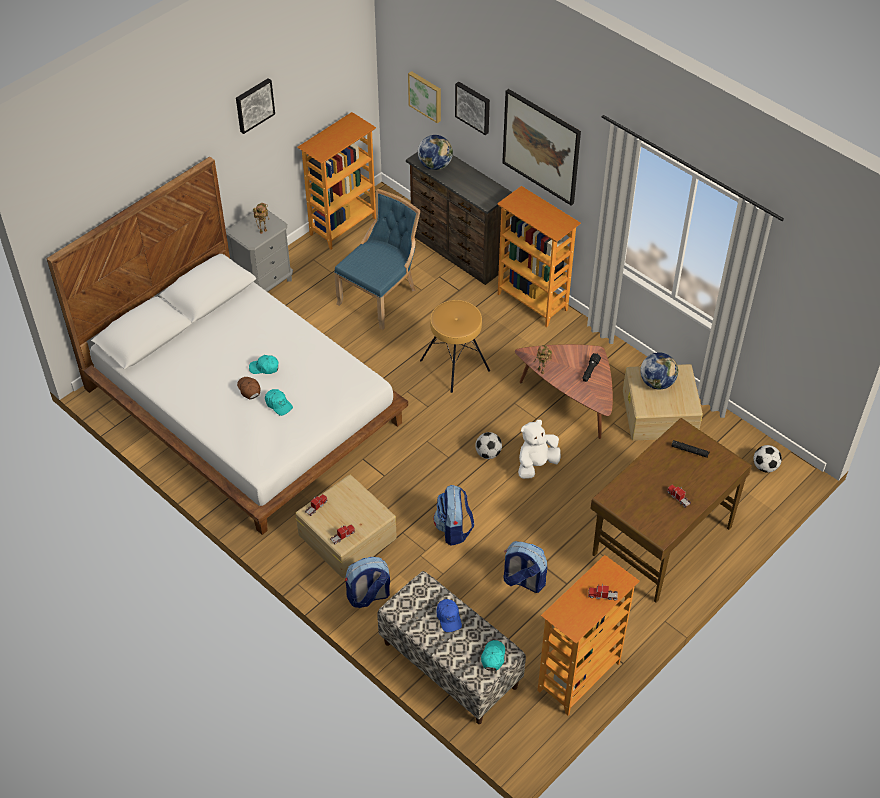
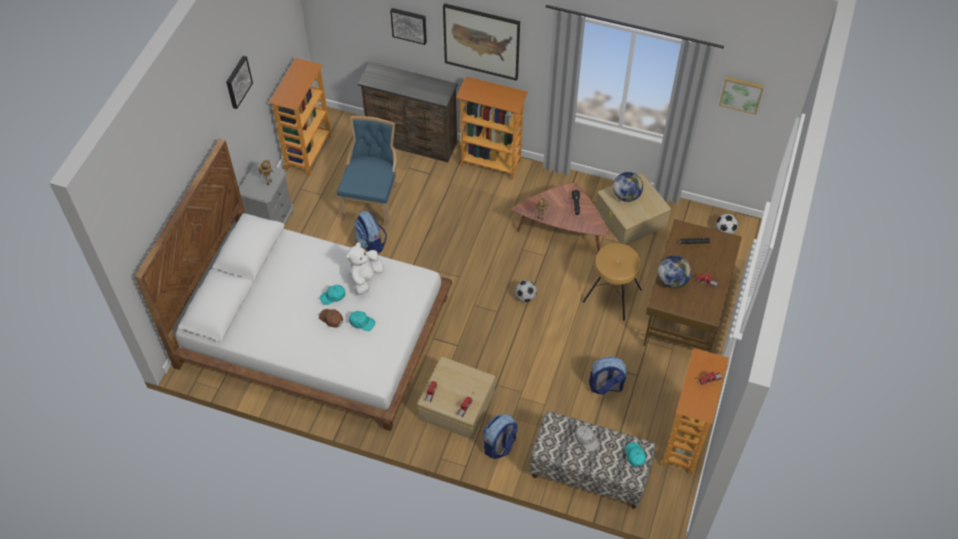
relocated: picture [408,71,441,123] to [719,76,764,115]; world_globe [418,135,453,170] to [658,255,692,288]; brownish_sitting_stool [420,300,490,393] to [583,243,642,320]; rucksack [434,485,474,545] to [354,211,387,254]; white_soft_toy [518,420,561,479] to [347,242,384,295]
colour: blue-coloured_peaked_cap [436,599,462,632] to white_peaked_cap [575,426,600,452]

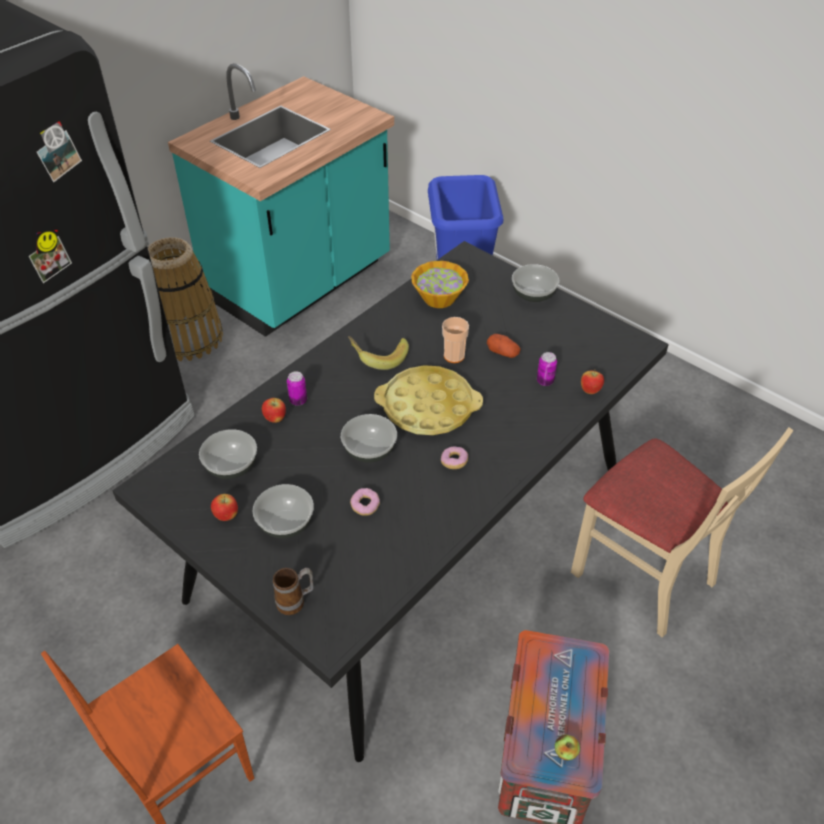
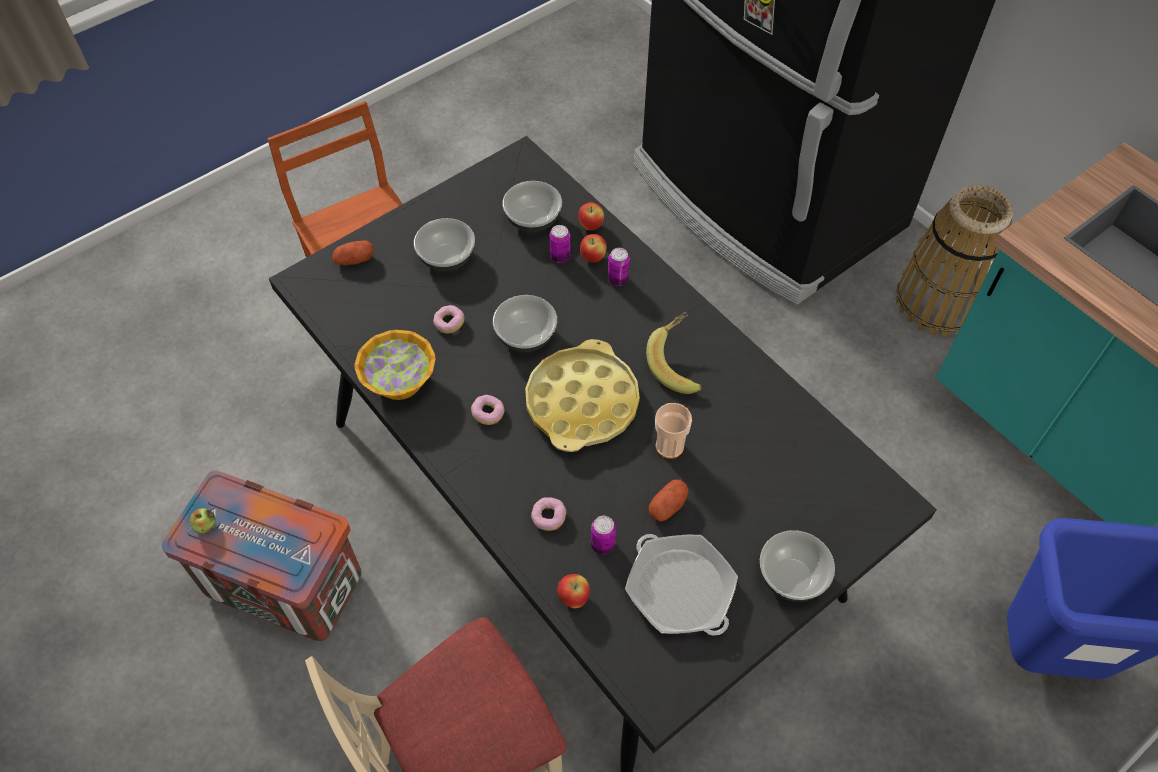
appeared: donut [531,497,566,531]; can [549,225,570,263]; frying_pan [625,534,738,636]
relocated: whole_apple [211,494,238,521] to [578,202,604,230]; deep_dish [411,261,469,308] to [355,330,435,400]
exchanged: mug [273,568,314,615] to potato [332,240,374,265]

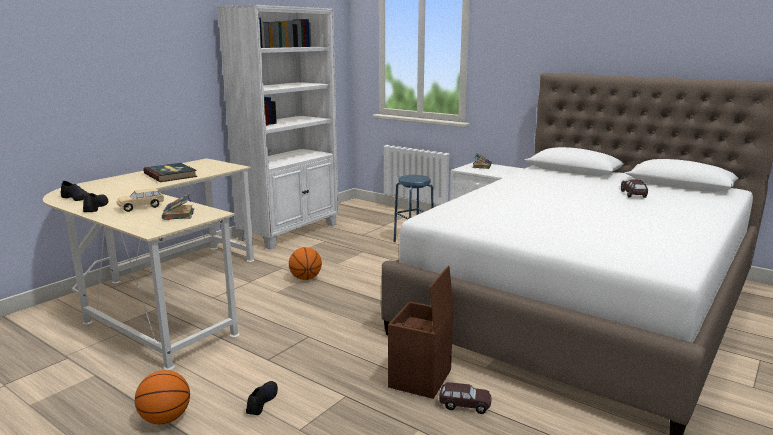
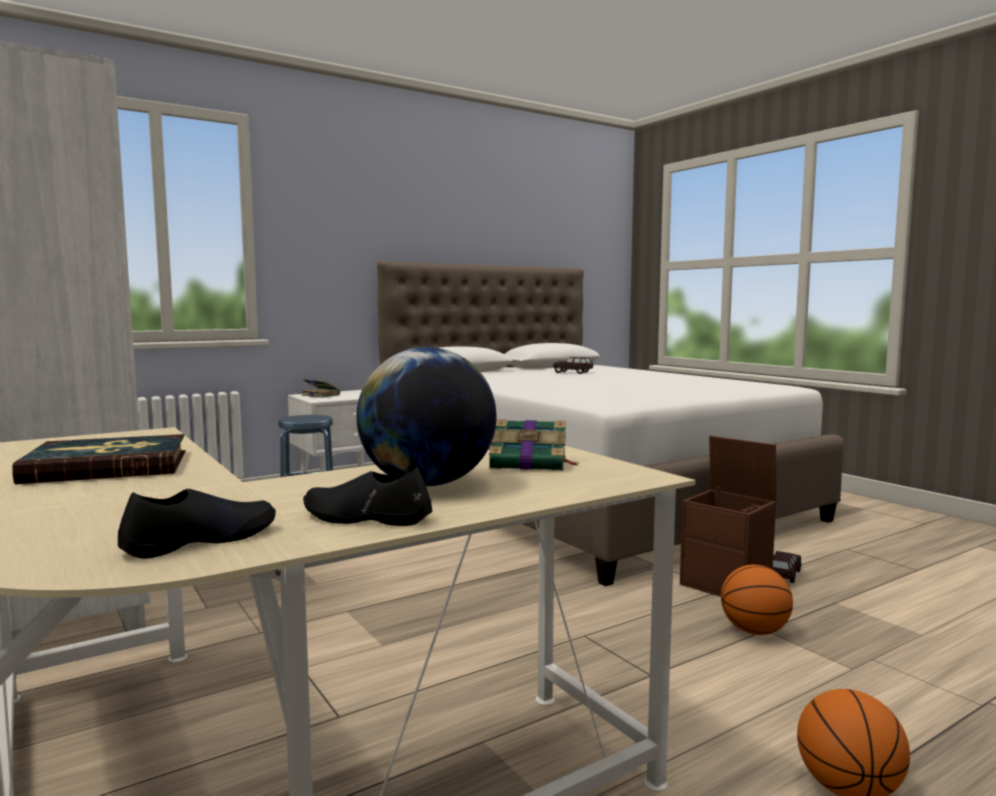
missing: black-coloured_item_of_footwear [246,381,278,415]
relocated: basketball [289,247,322,280] to [721,565,793,635]
exchanged: beige-coloured_toy_car [116,188,164,212] to world_globe [356,347,496,486]

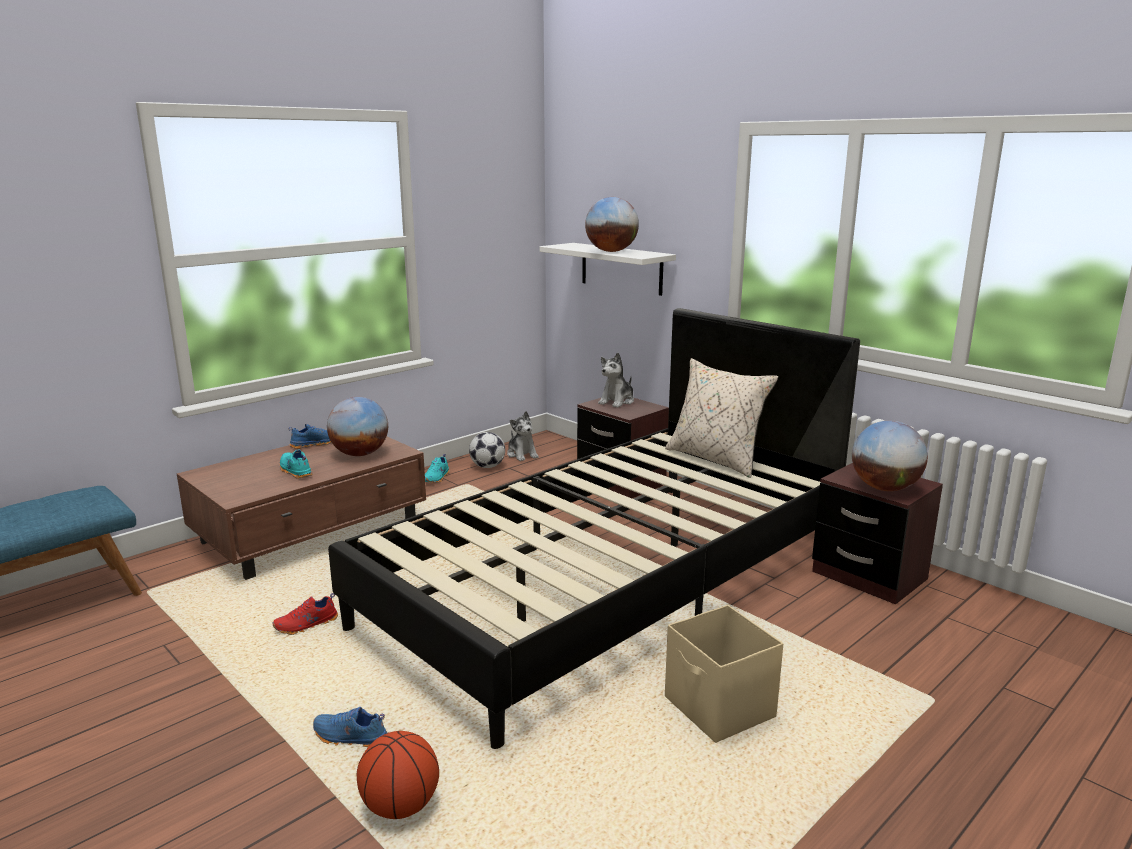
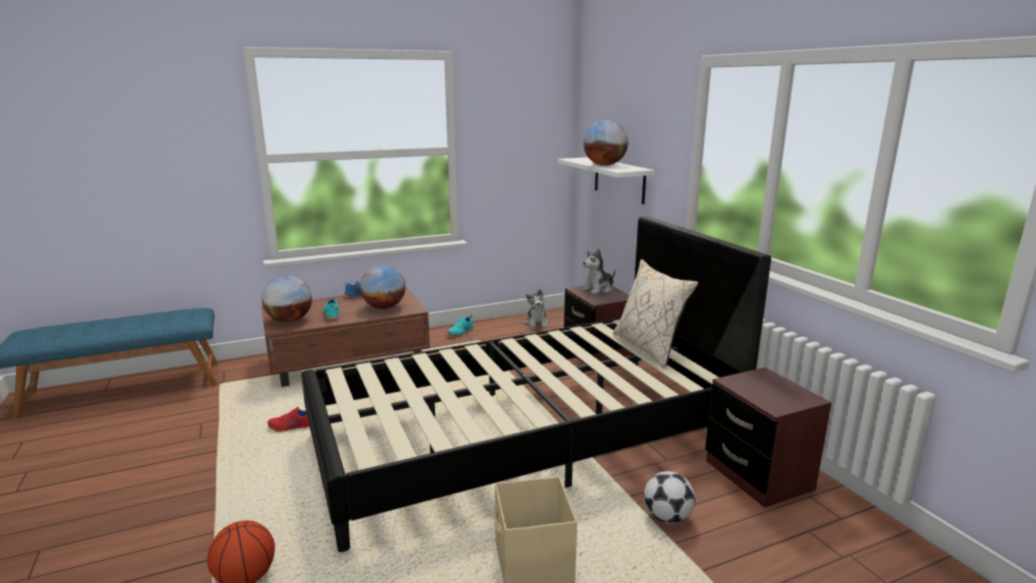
missing: blue-coloured_item_of_footwear [313,707,387,747]
relocated: football_ball [469,432,505,468] to [644,471,695,524]; world_globe [852,421,928,491] to [262,275,312,322]

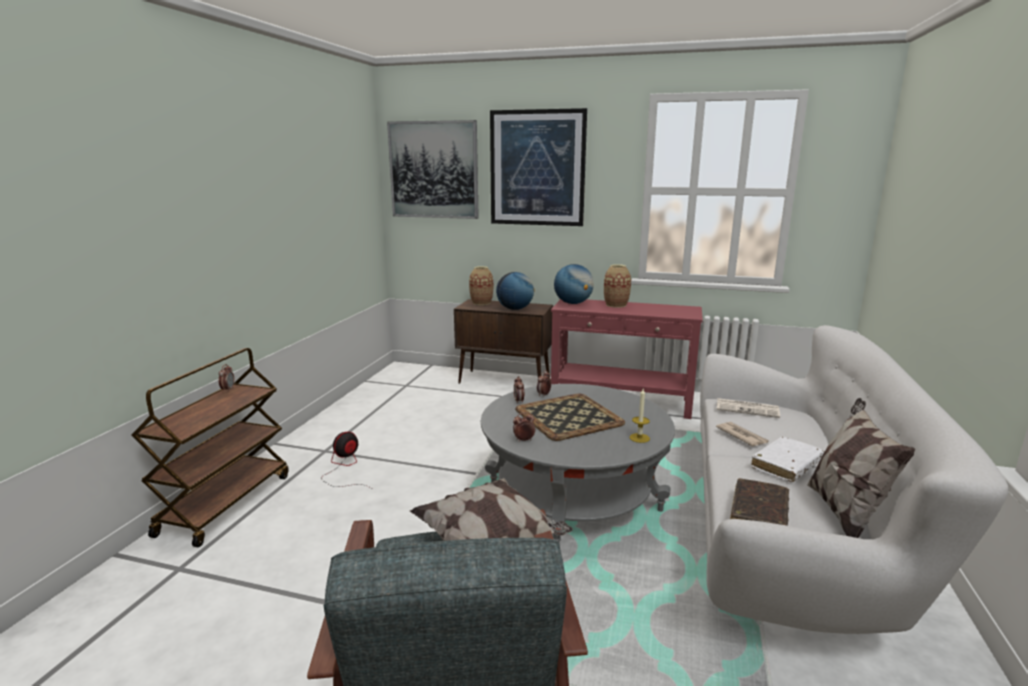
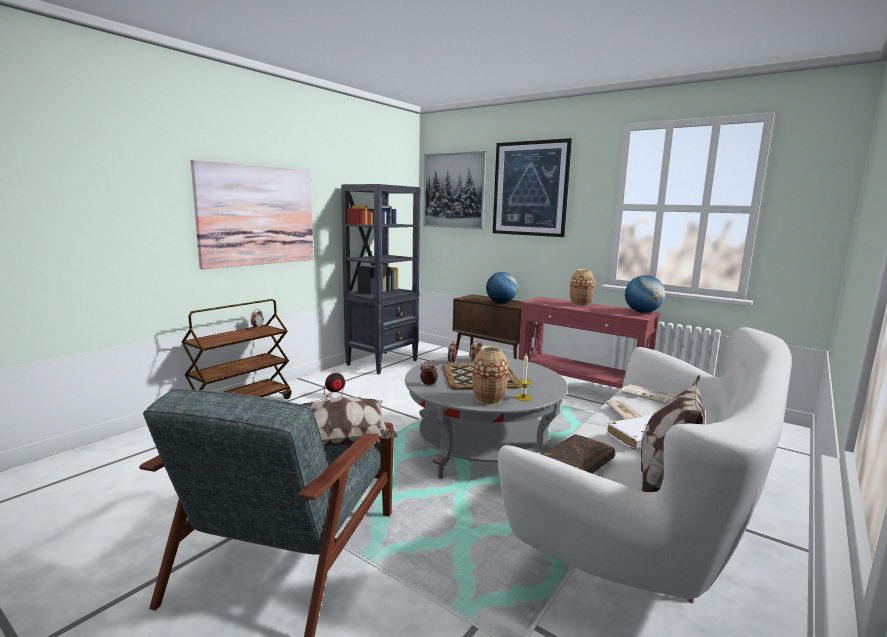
appeared: picture [191,160,314,269]; black-coloured_bookshelf [341,184,421,374]
relocated: vase [469,266,493,305] to [472,346,509,405]; world_globe [554,264,594,304] to [625,275,665,313]

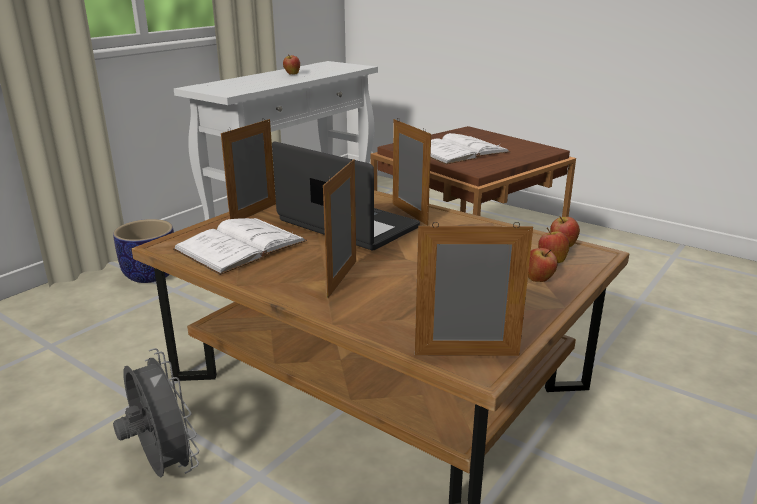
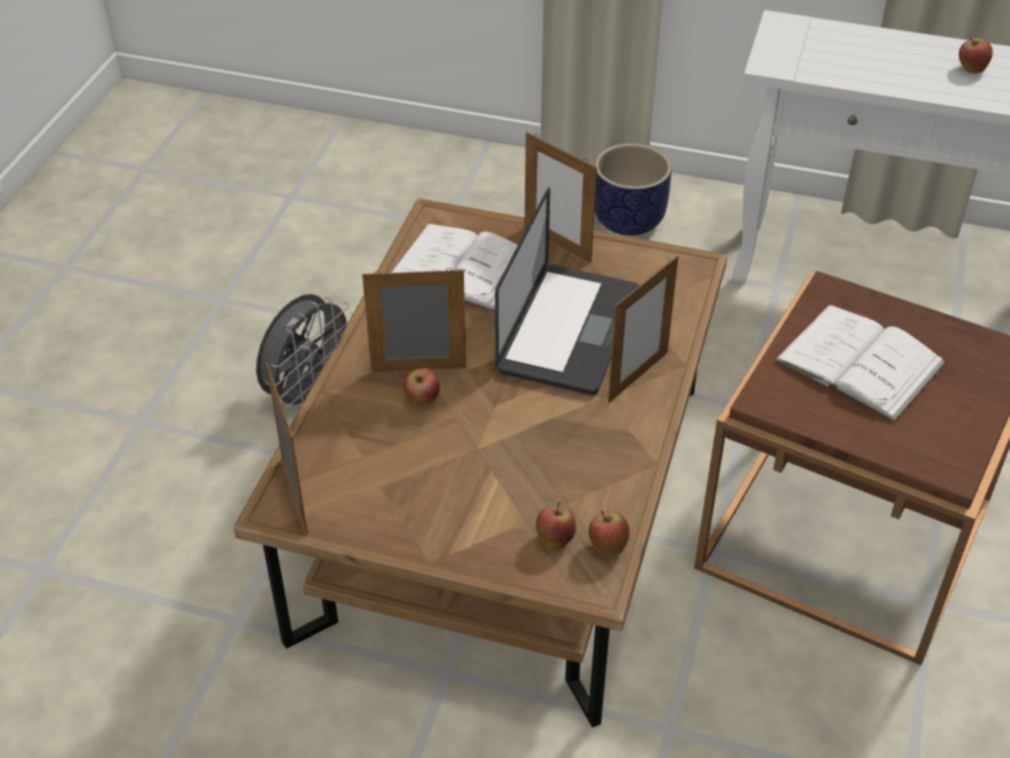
relocated: whole_apple [528,248,557,282] to [403,367,440,406]
spun: picture_frame [221,118,276,219] = [525,132,597,263] 150 degrees counterclockwise

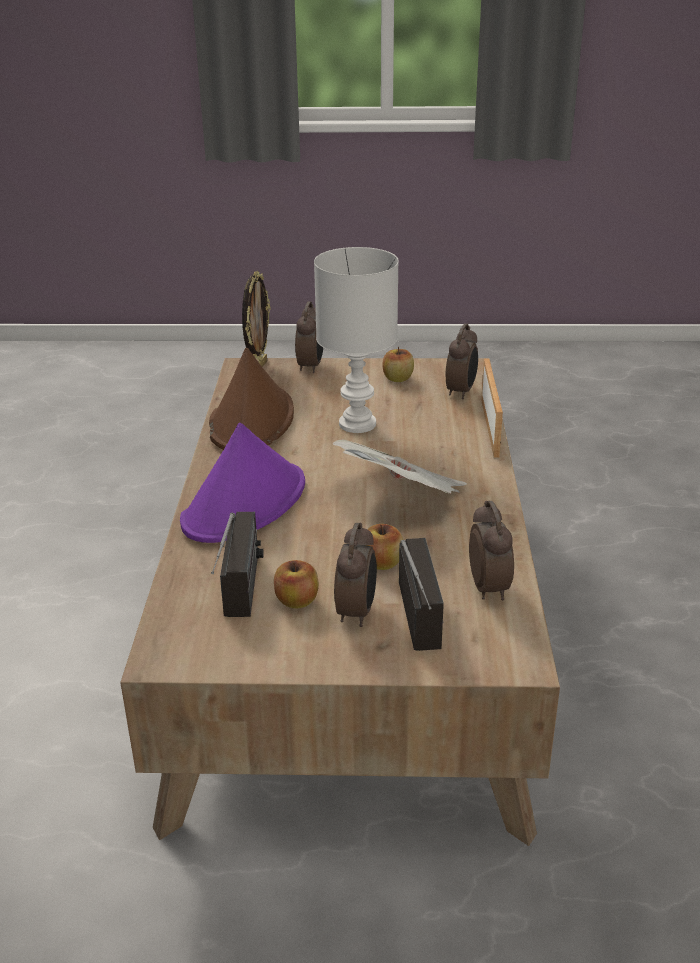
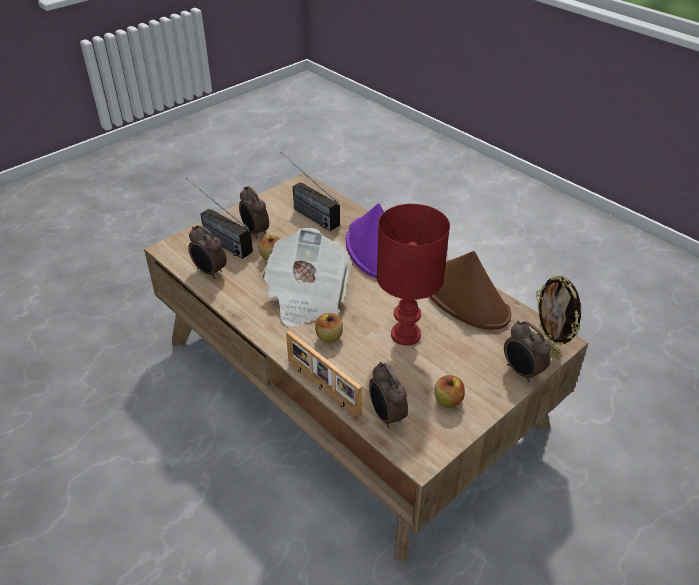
relocated: whole_apple [274,560,319,609] to [315,313,343,343]
colour: white_lamp_for_a_table [314,247,399,433] to red_lamp_for_a_table [377,204,450,346]

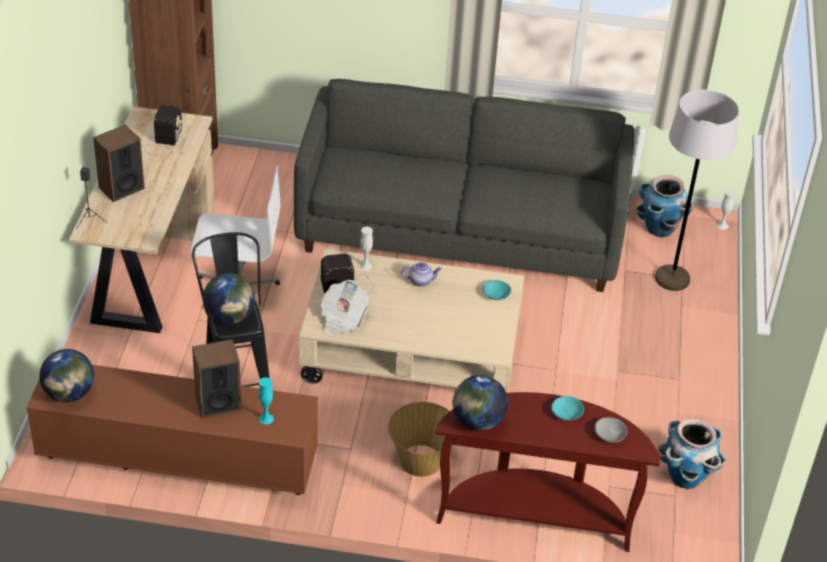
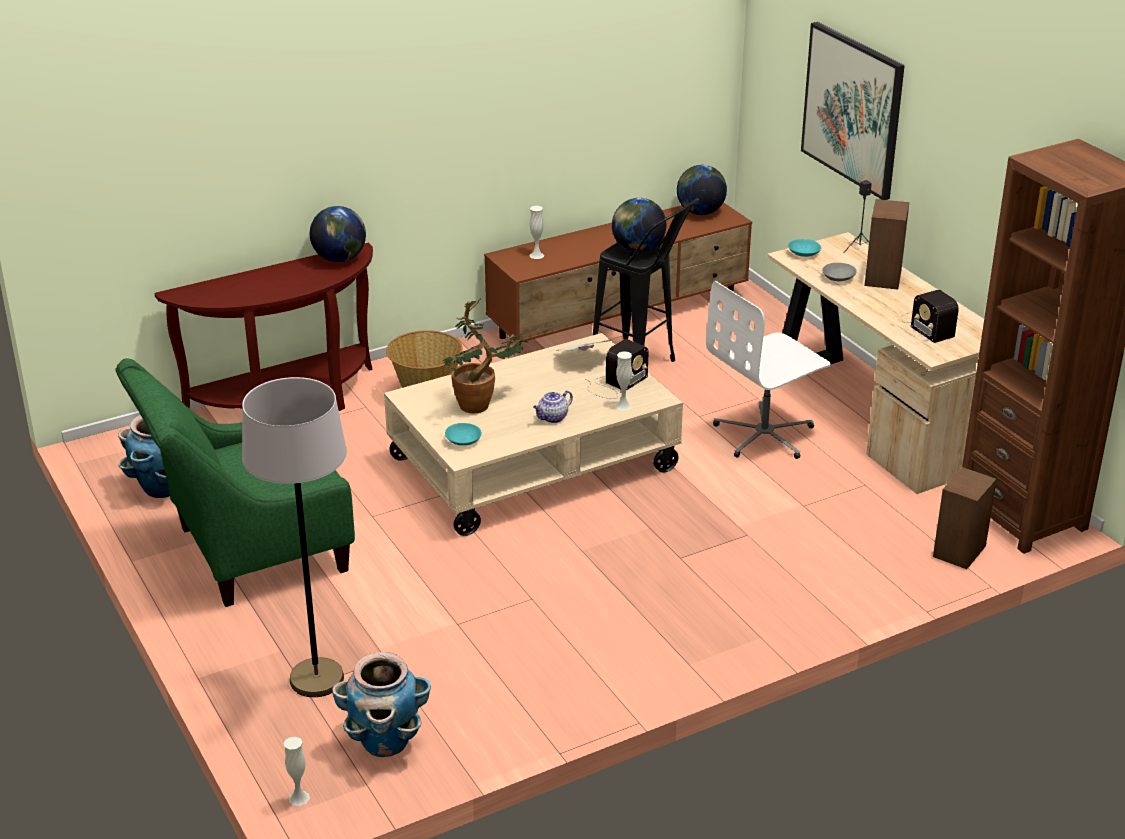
missing: greyish_settee [294,79,635,292]
appeared: green_armchair [115,358,355,607]; potted_plant [443,298,528,414]; picture [801,22,905,200]
relocated: speaker [192,339,241,418] to [933,467,997,569]; turquoise-coloured_deep_dish [551,396,584,421] to [788,239,821,257]; greyish_deep_dish [594,417,628,443] to [822,263,857,281]
colour: turquoise-coloured_vase [259,377,274,425] to white_vase [530,206,544,259]

